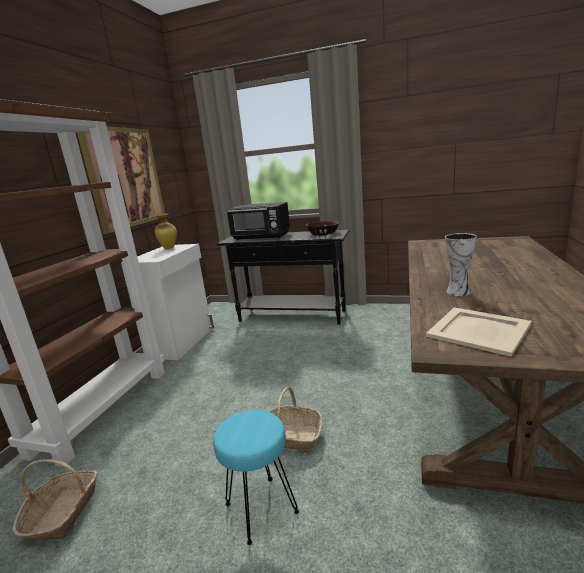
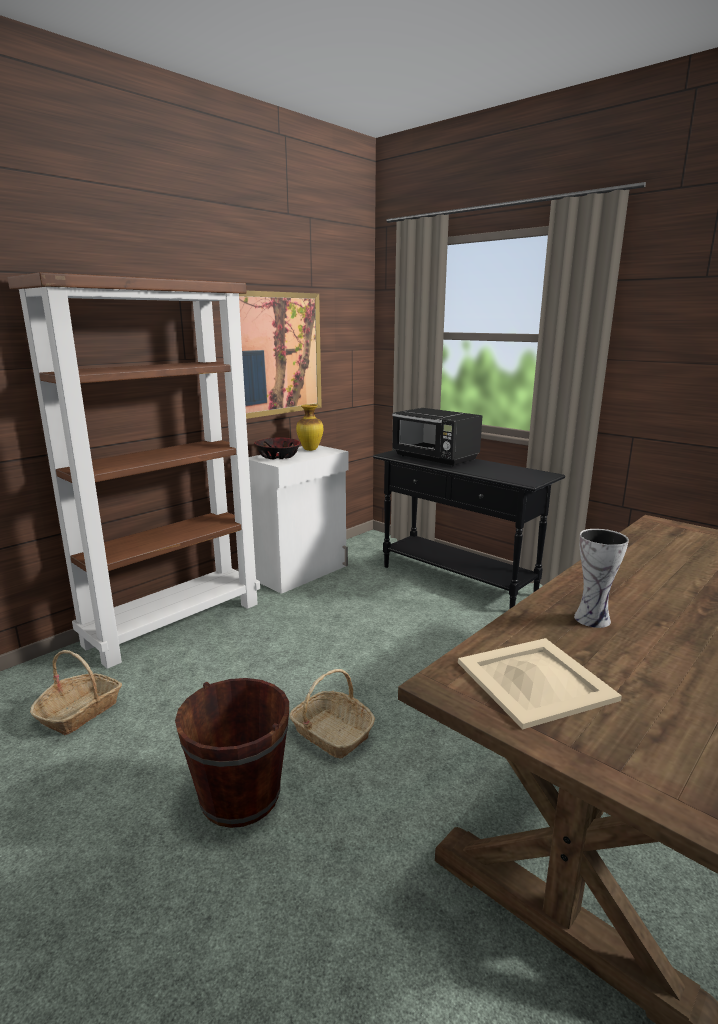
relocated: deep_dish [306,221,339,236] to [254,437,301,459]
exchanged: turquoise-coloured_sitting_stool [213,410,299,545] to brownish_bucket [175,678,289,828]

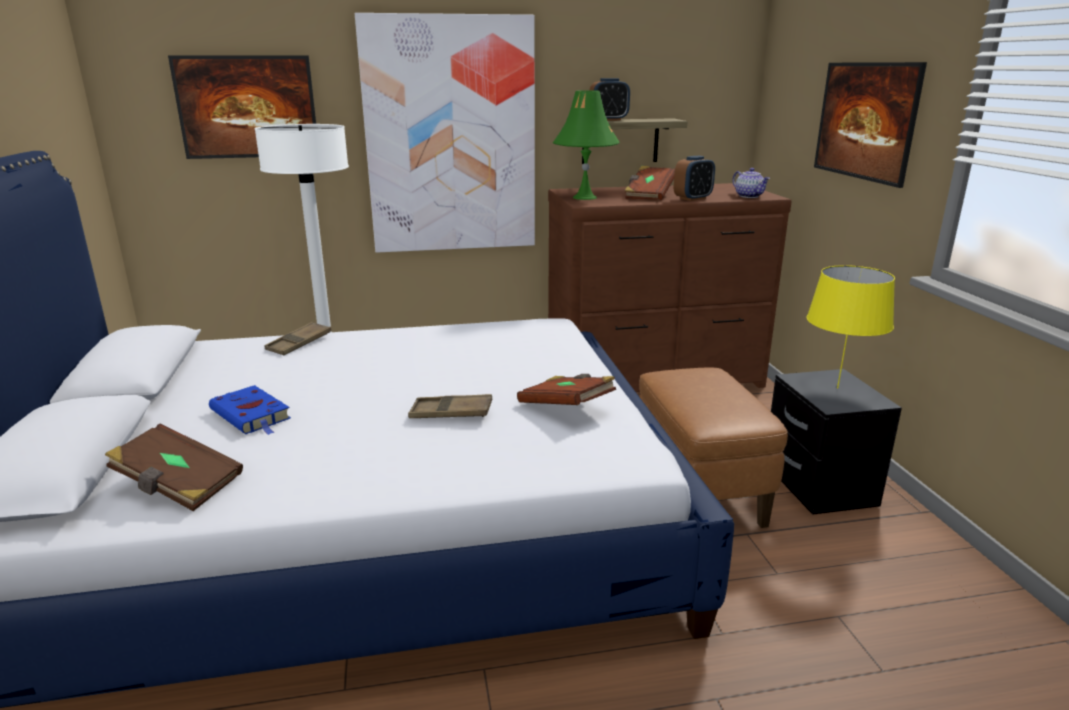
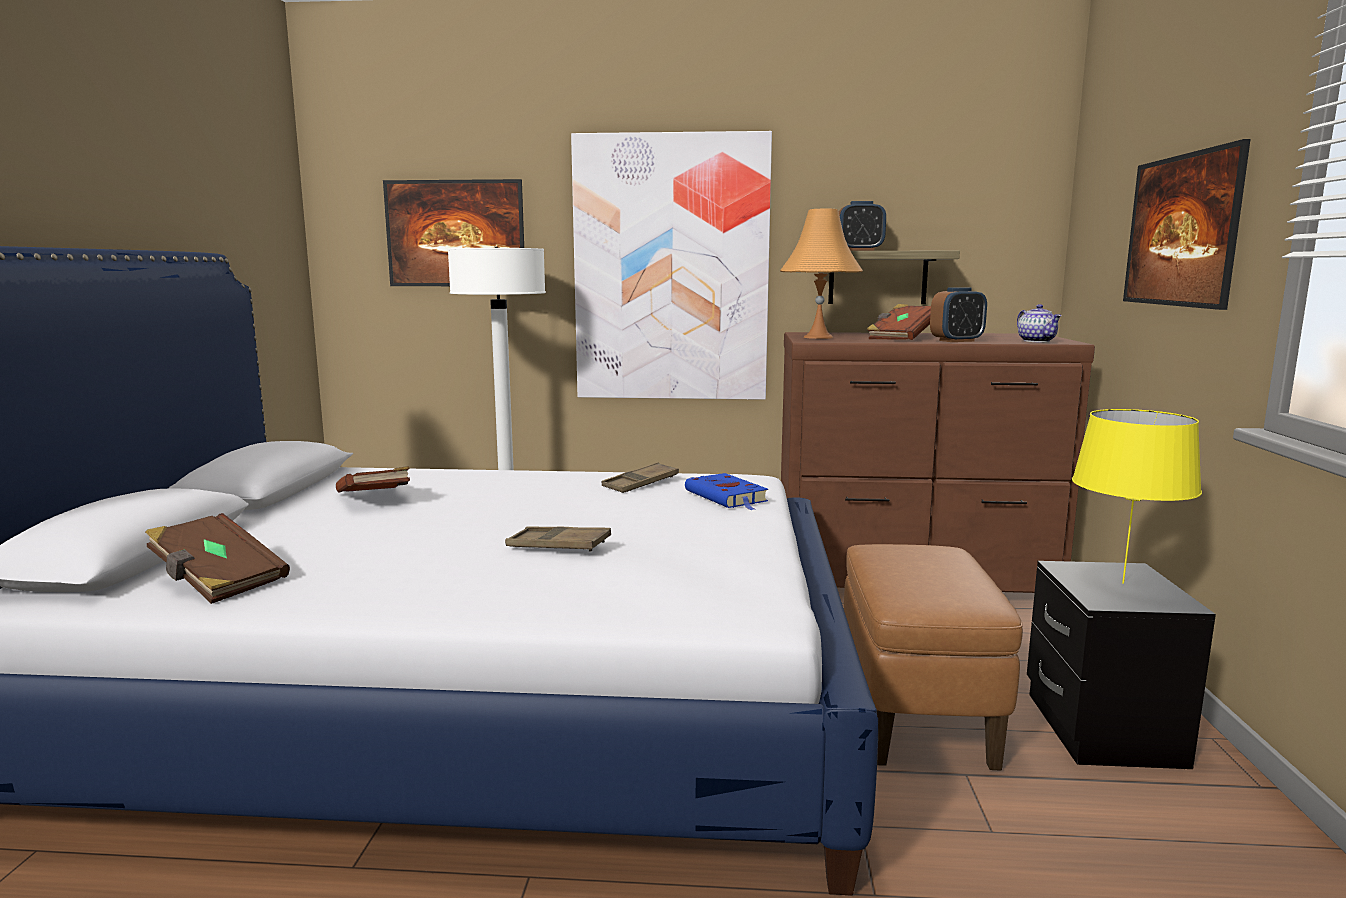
relocated: blue-coloured_bound_book [209,385,291,435] to [685,473,768,510]; brownish_tray [264,322,332,355] to [602,462,679,493]; brownish_bound_book [517,374,616,405] to [336,466,410,493]
colour: green_lamp_for_a_table [553,90,620,200] to orange_lamp_for_a_table [780,209,863,339]

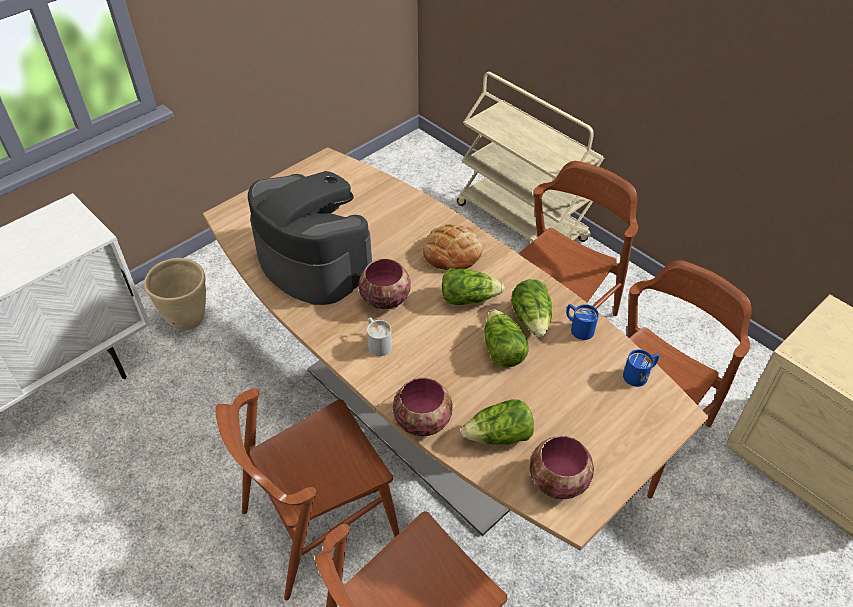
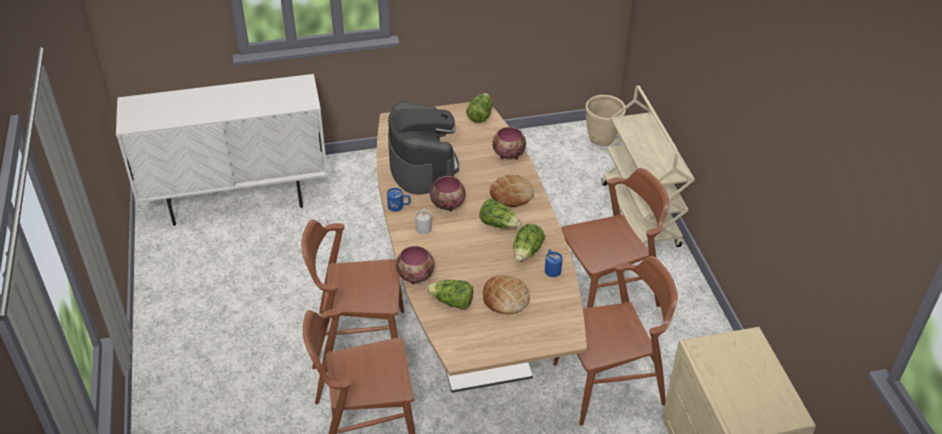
appeared: bakery_bread [483,275,530,314]
relocated: beige-coloured_planter [144,258,206,330] to [585,95,626,146]; lettuce [484,309,529,368] to [466,93,492,123]; deep_dish [529,436,594,499] to [492,127,526,160]; blue-coloured_mug [623,349,659,387] to [387,188,410,212]

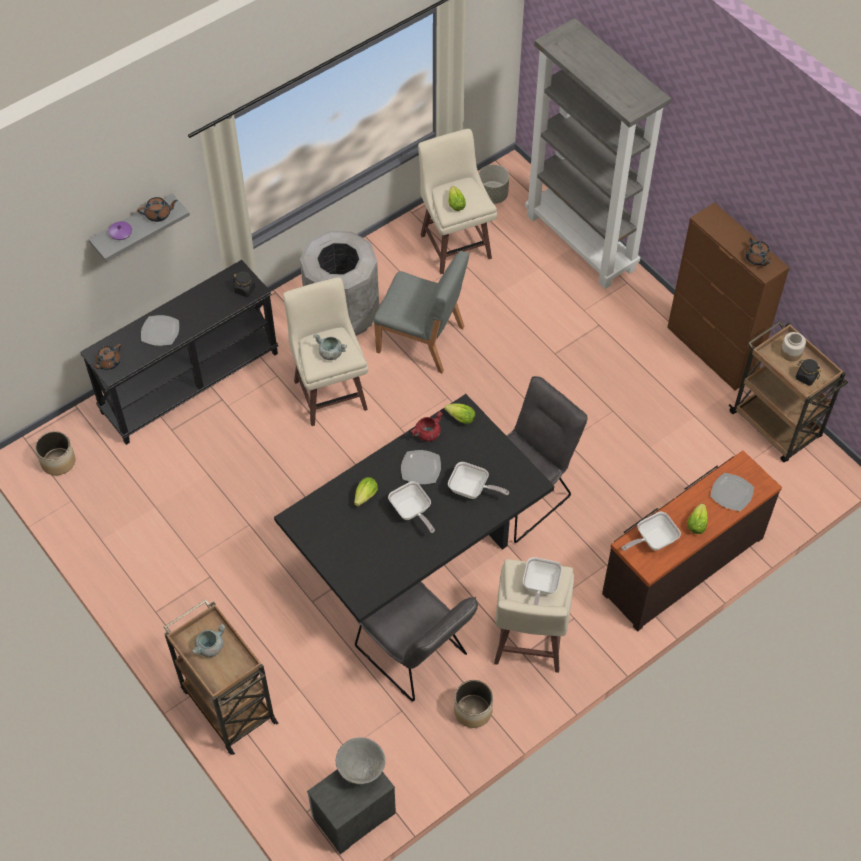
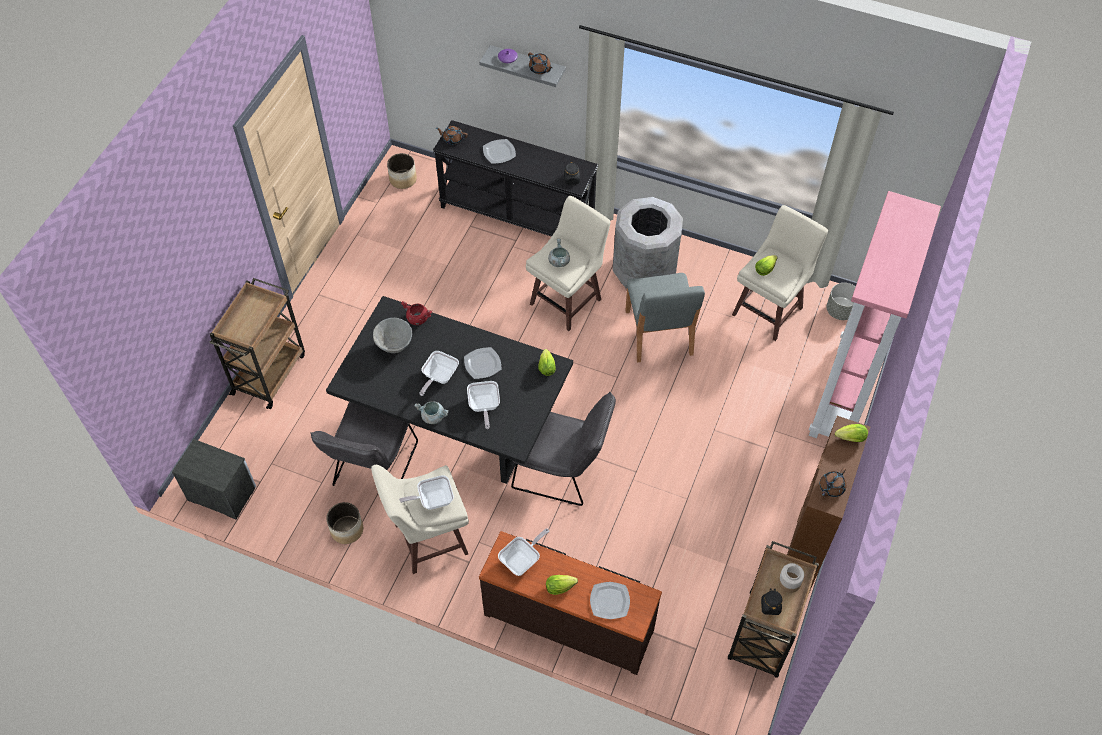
relocated: greyish_saucepot [192,624,225,657] to [415,401,449,424]; greyish_deep_dish [336,737,386,784] to [373,318,412,353]; lettuce [354,477,378,506] to [835,424,868,442]; red_saucepot [411,411,442,442] to [401,301,432,325]
colour: greyish_bookshelf [525,18,671,289] to pinkish_bookshelf [809,191,941,438]
spun: frying_pan [622,512,681,551] = [498,528,549,576] 105 degrees clockwise

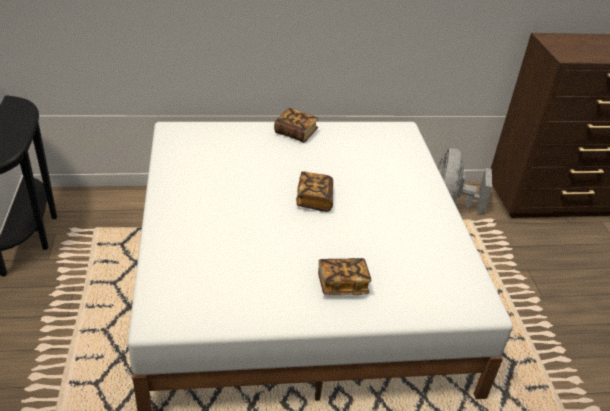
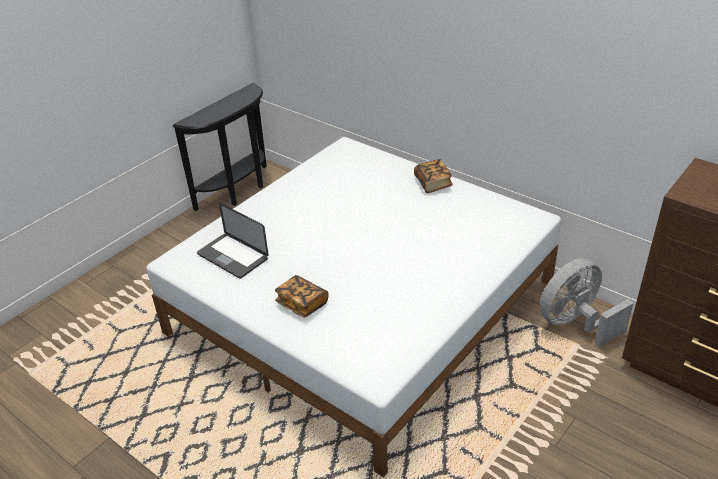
missing: bound_book [296,172,333,212]
appeared: notebook_computer [197,203,269,279]

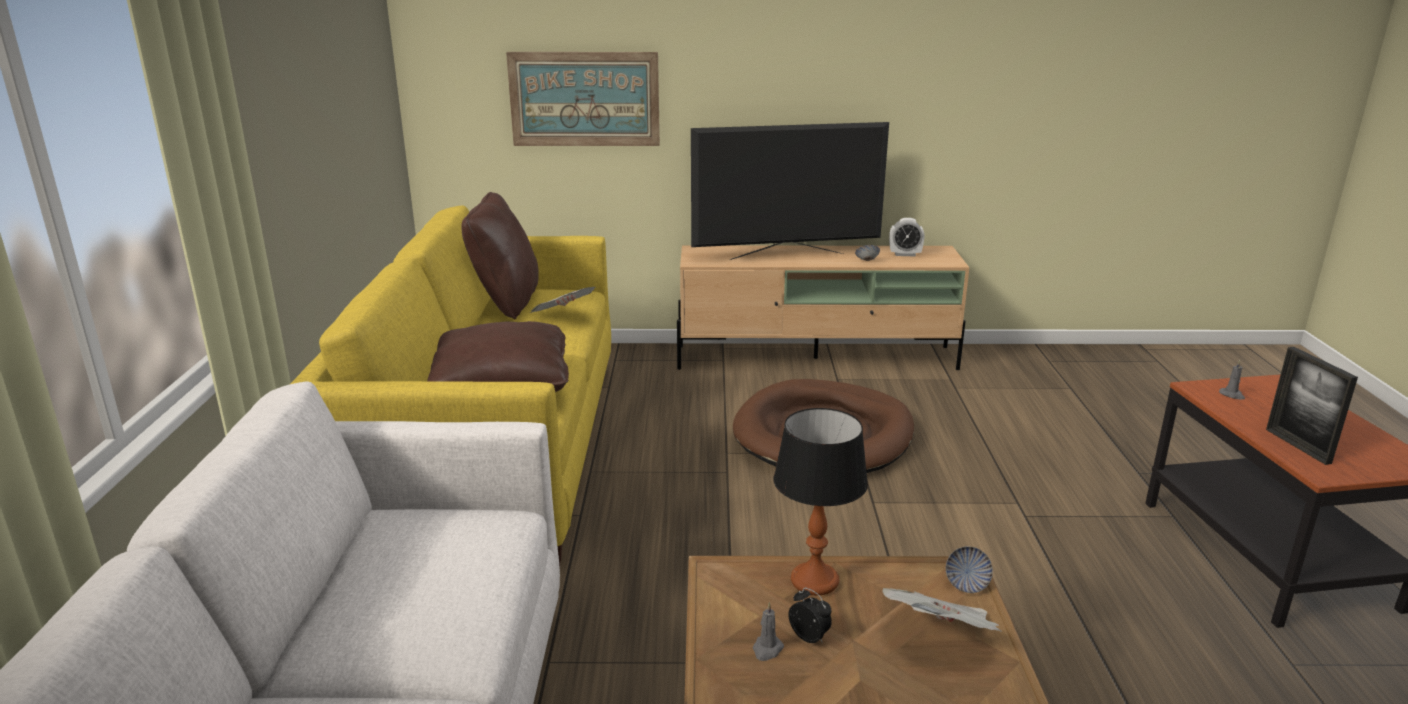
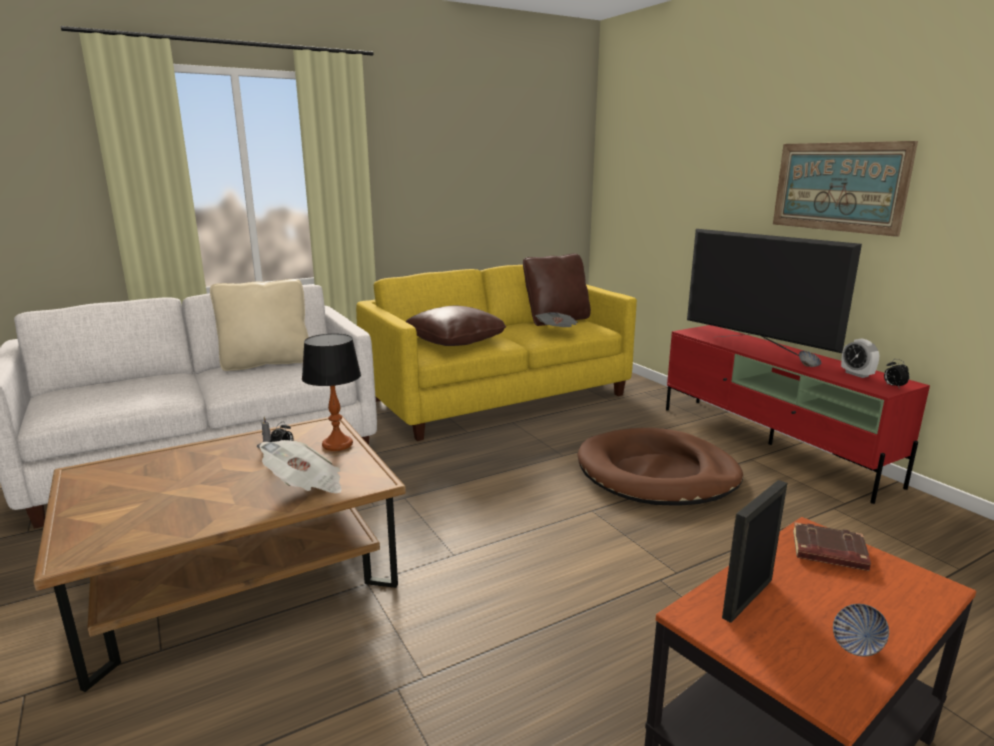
appeared: beige-coloured_pillow [210,279,309,371]; alarm_clock [884,359,909,389]
relocated: picture [506,52,660,146] to [773,141,918,237]; deep_dish [946,546,993,593] to [833,604,889,656]
exchanged: greyish_wax_candle [1219,360,1245,400] to brownish_bound_book [793,522,871,571]
colour: beige-coloured_tv_unit [677,245,970,370] to red_tv_unit [666,325,930,504]

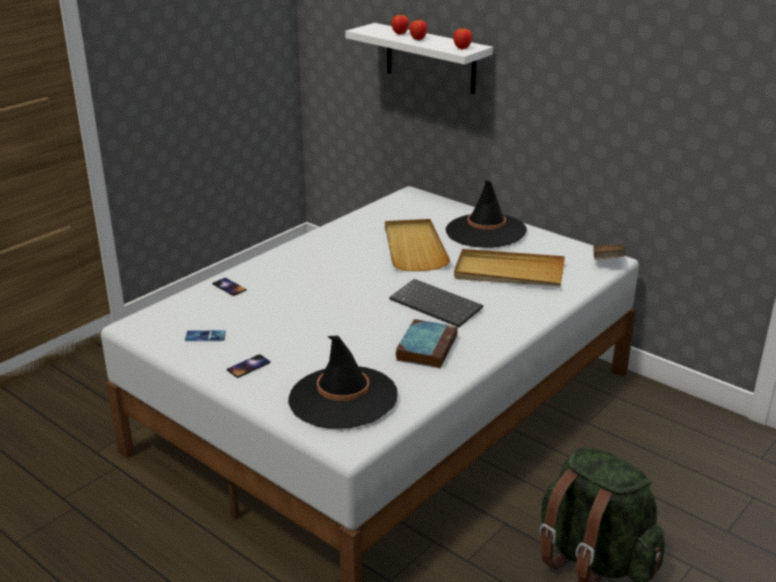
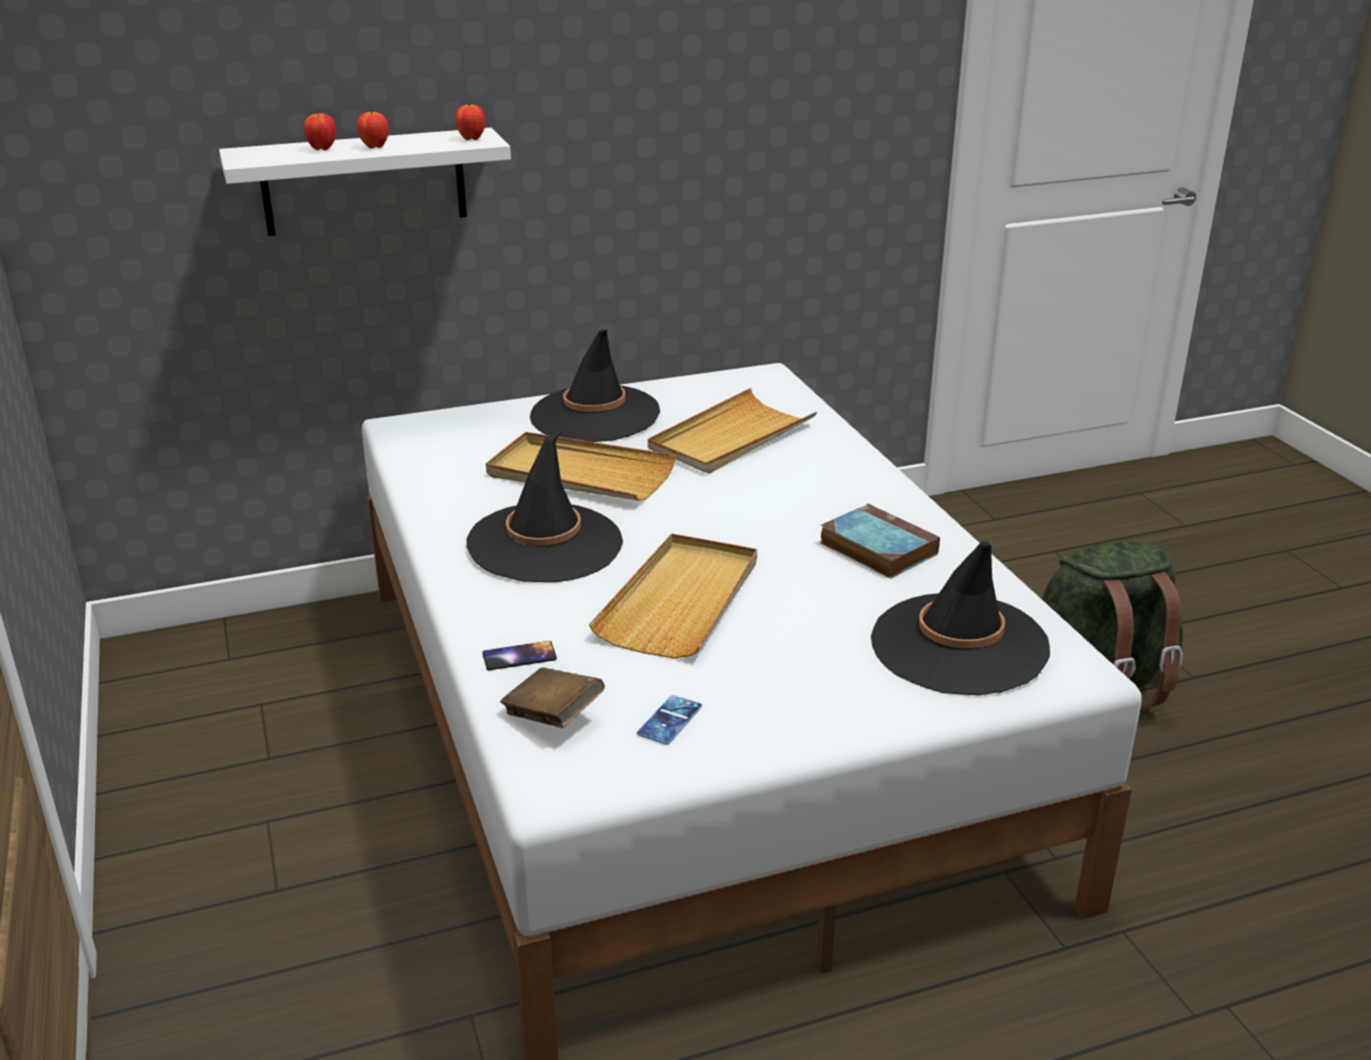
missing: handset [227,354,271,378]; computer_keyboard [389,279,483,327]
appeared: black-coloured_clothing_hat [466,429,623,582]; beige-coloured_tray [589,534,757,659]
relocated: brownish_bound_book [593,244,625,260] to [500,667,605,728]

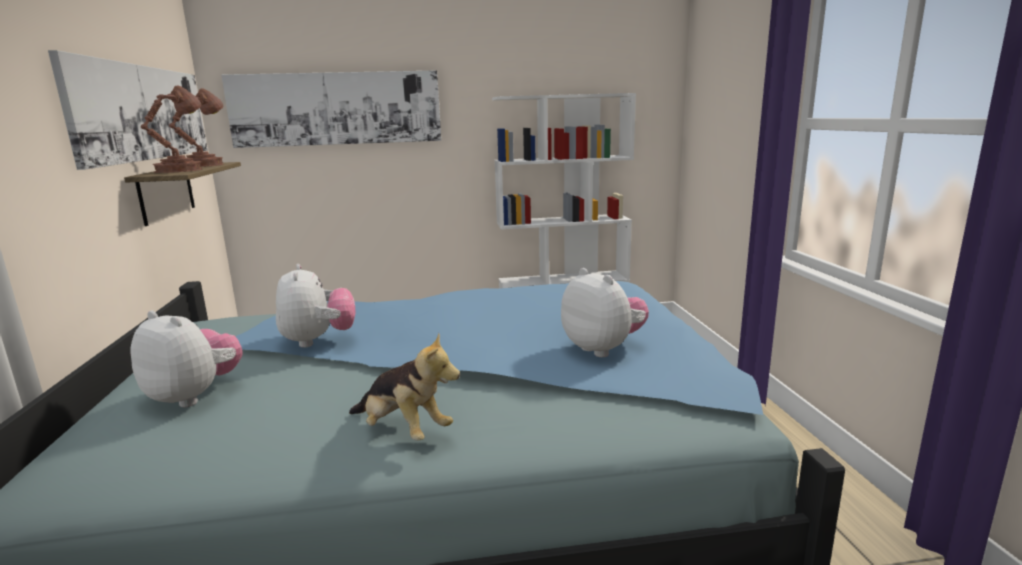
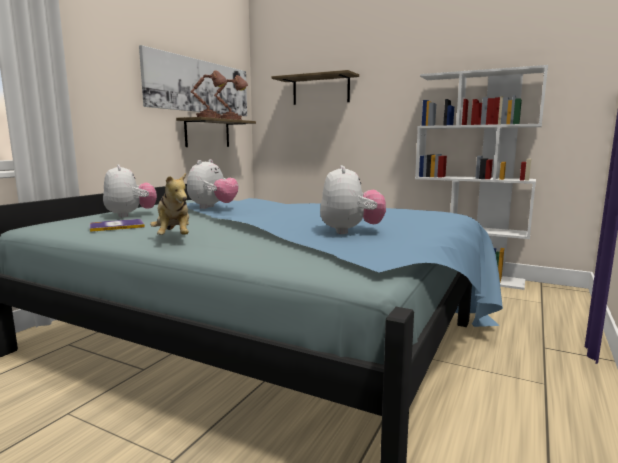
appeared: bound_book [90,219,145,232]
exchanged: picture [221,70,441,148] to shelf [271,70,359,105]

